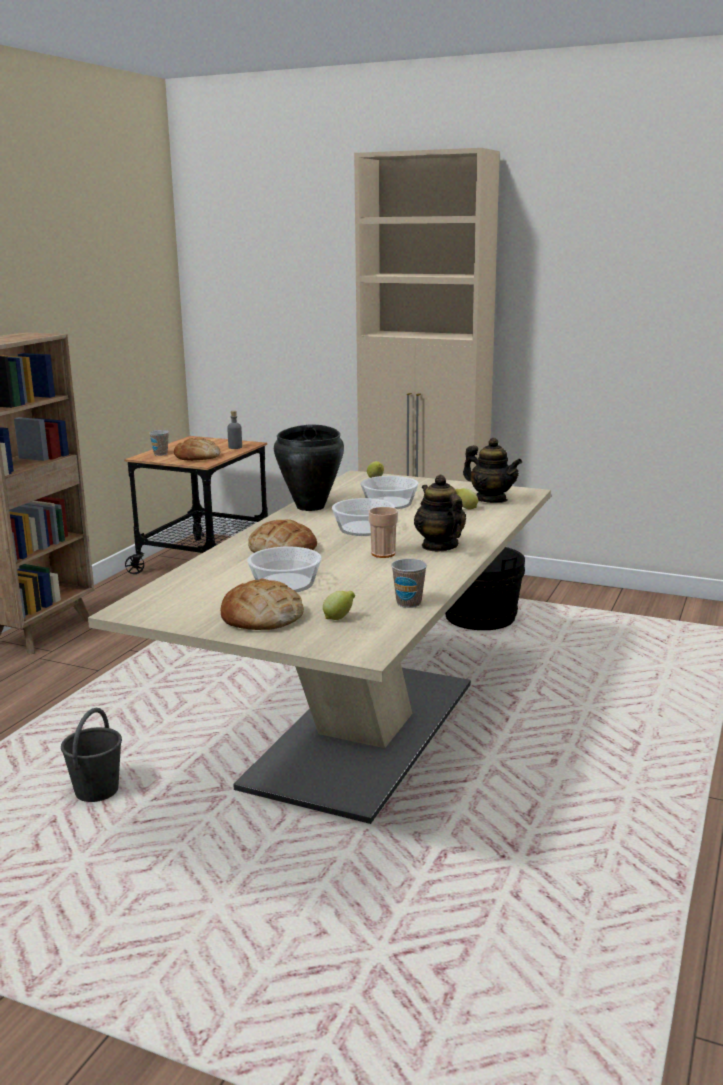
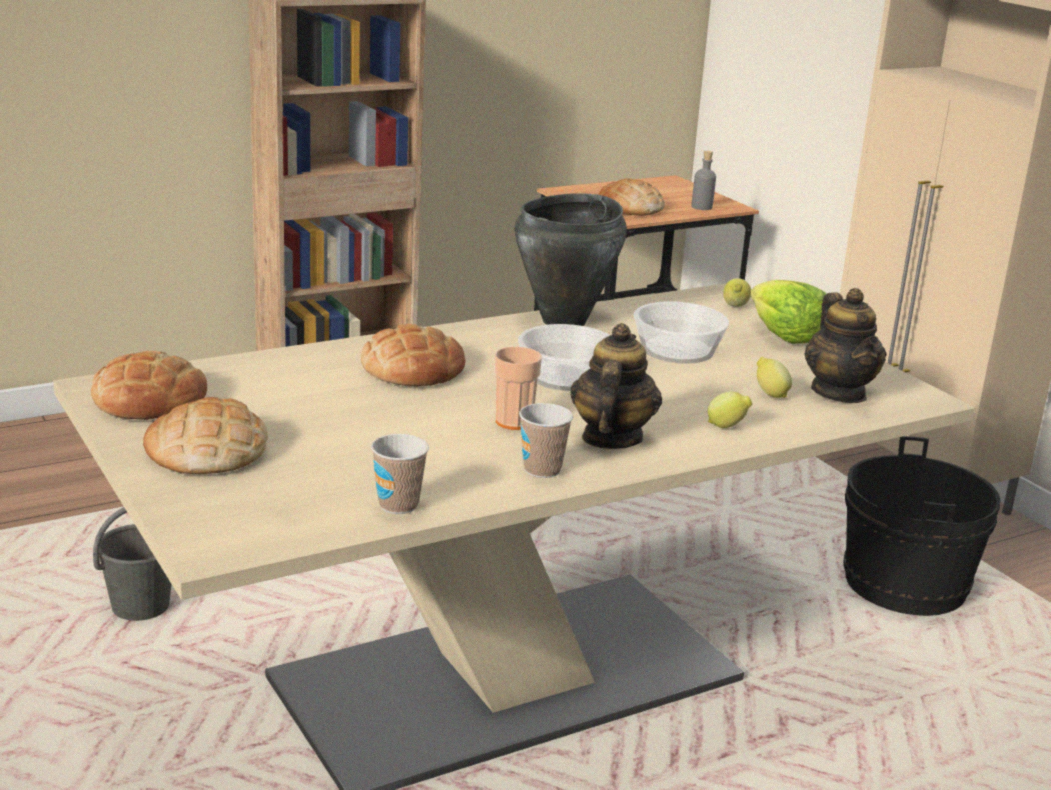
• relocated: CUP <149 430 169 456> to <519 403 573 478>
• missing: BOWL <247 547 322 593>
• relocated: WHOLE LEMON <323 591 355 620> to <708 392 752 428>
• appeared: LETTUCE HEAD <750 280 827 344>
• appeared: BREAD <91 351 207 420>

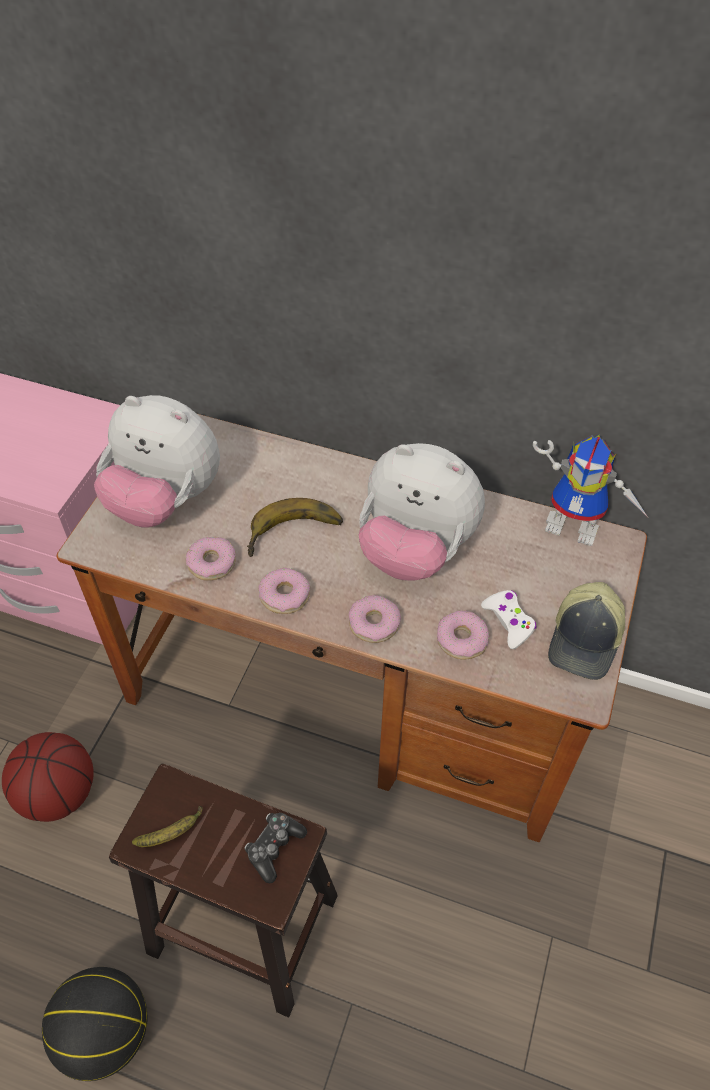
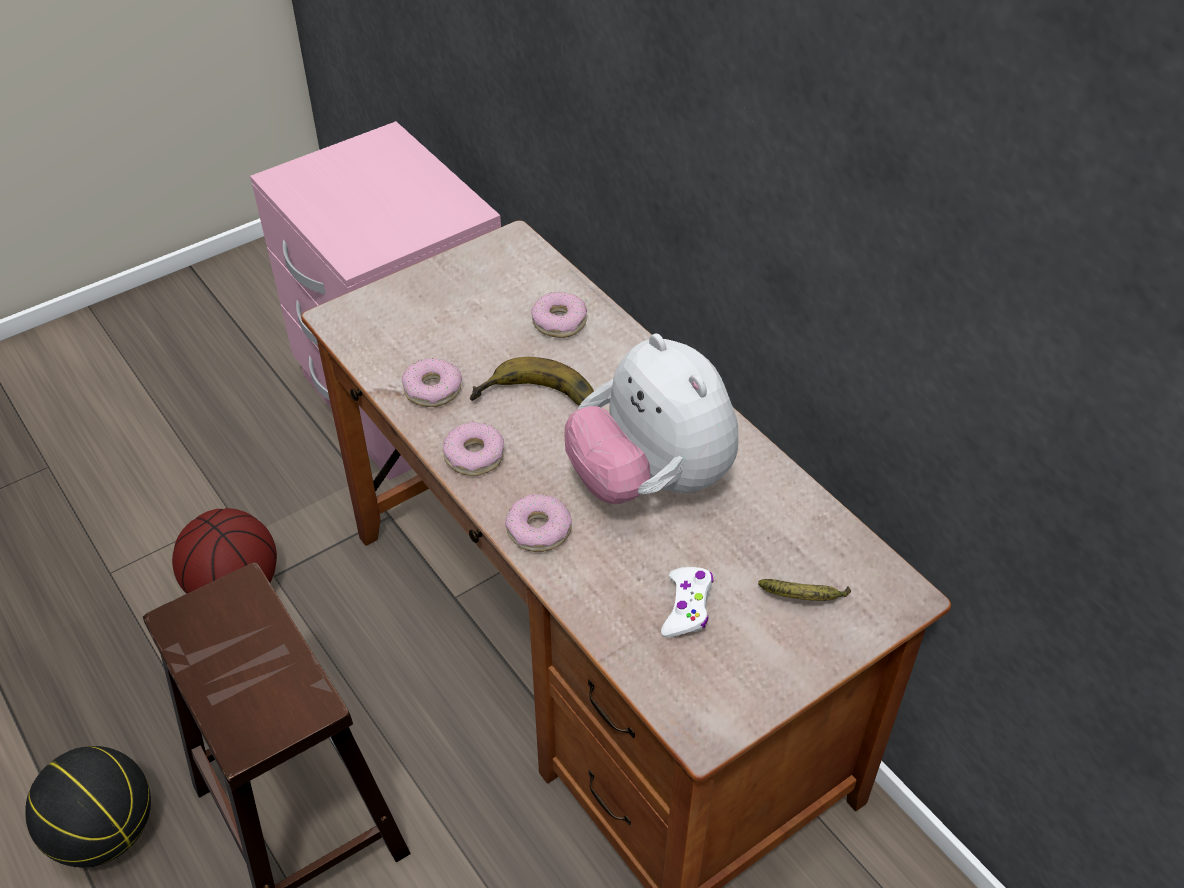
• missing: PLUSH TOY <94 395 220 527>
• missing: ROBOT FIGURE <533 435 648 546>
• missing: PEAKED CAP <548 582 625 680>
• relocated: RING DOUGHNUT <437 611 489 659> to <531 292 587 338>
• relocated: BANANA FRUIT <132 806 203 847> to <758 579 851 601>
• missing: GAME CONTROLLER <244 813 307 883>

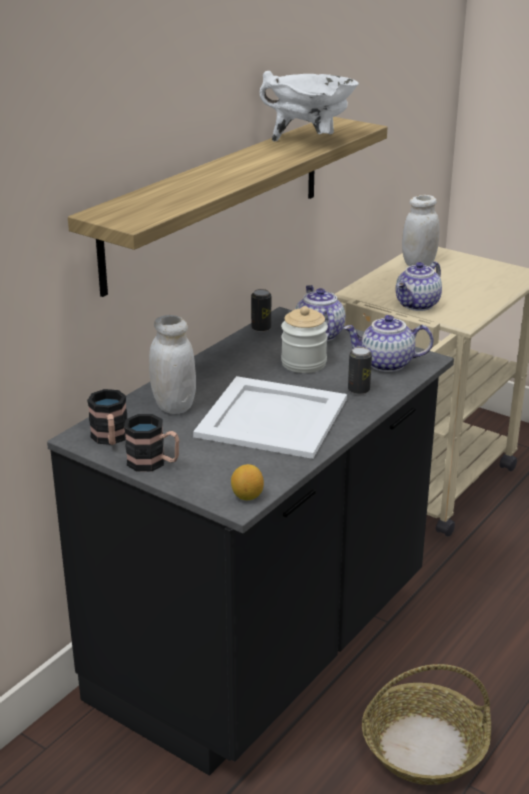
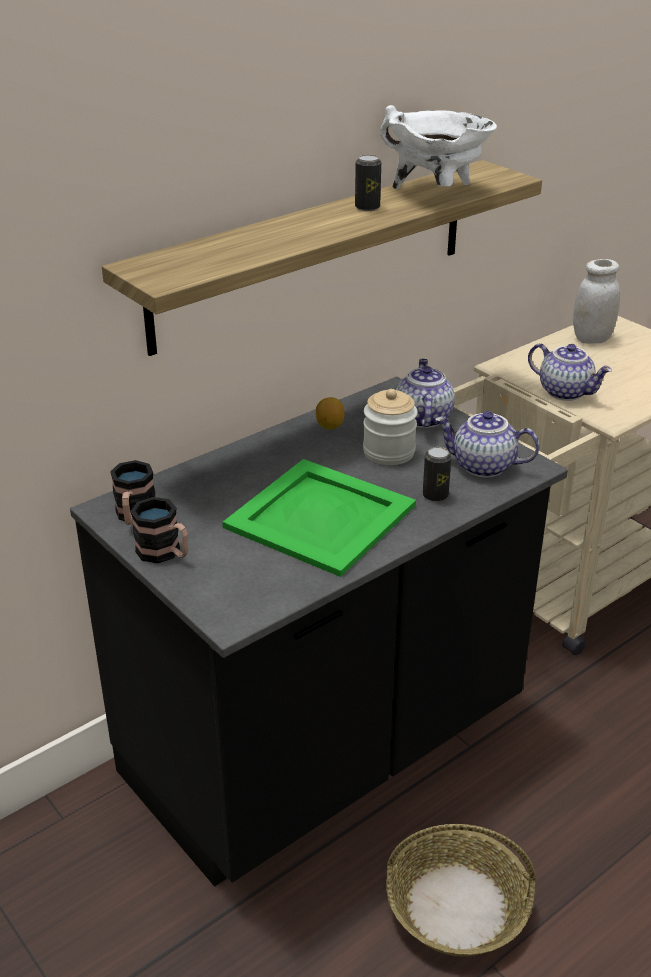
• spun: TEA POT <396 261 442 311> = <528 343 612 401> 105 degrees counterclockwise
• relocated: METAL CAN <251 289 271 332> to <355 155 381 211>
• missing: WHITISH JAR <149 315 196 414>
• colour: WHITISH SERVING TRAY <193 376 347 459> to GREEN SERVING TRAY <222 459 416 577>
• relocated: WHOLE LEMON <231 464 264 500> to <315 397 345 430>

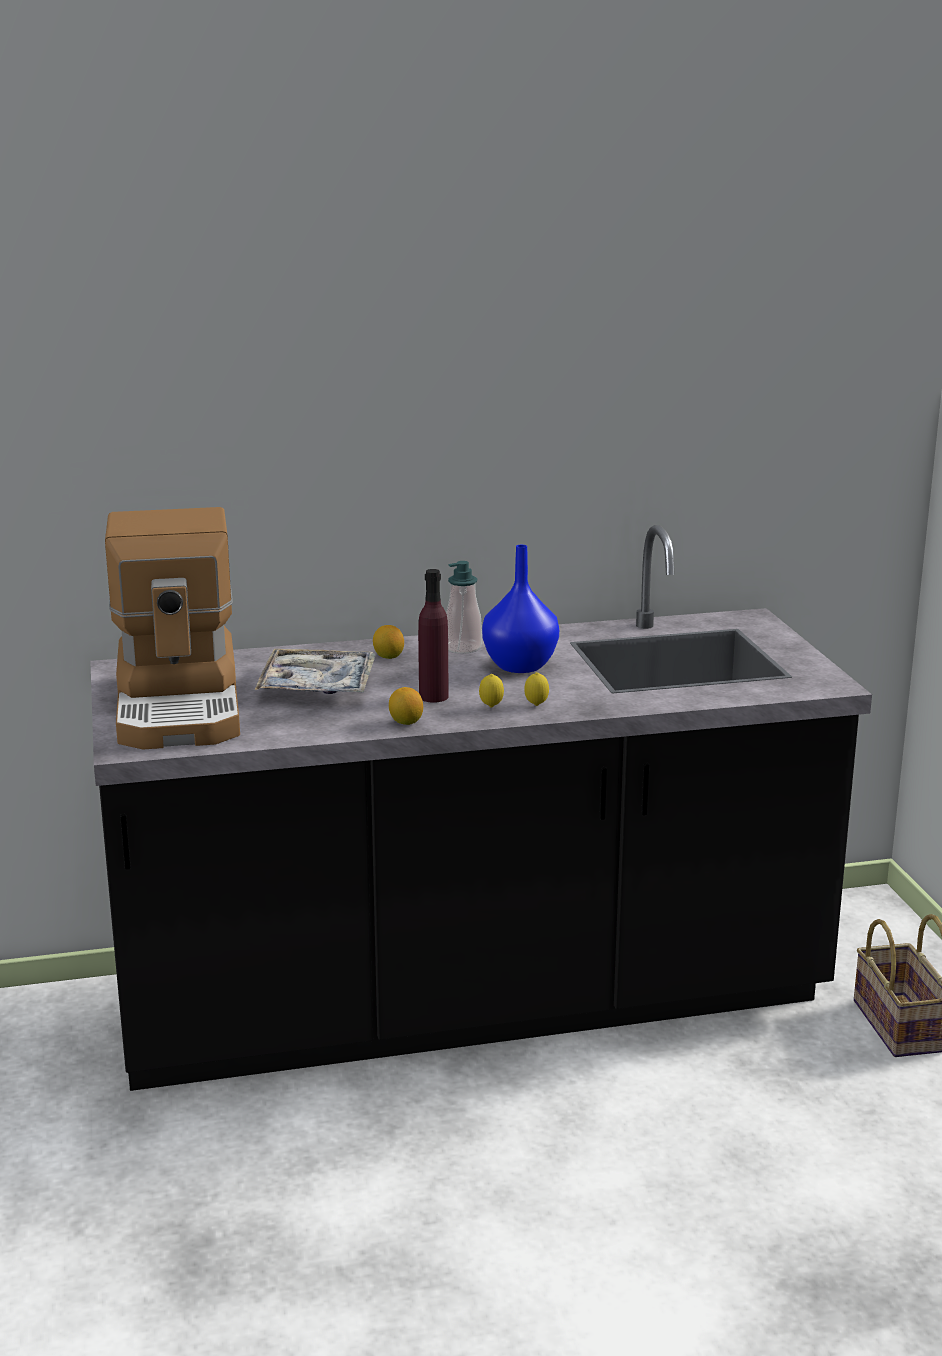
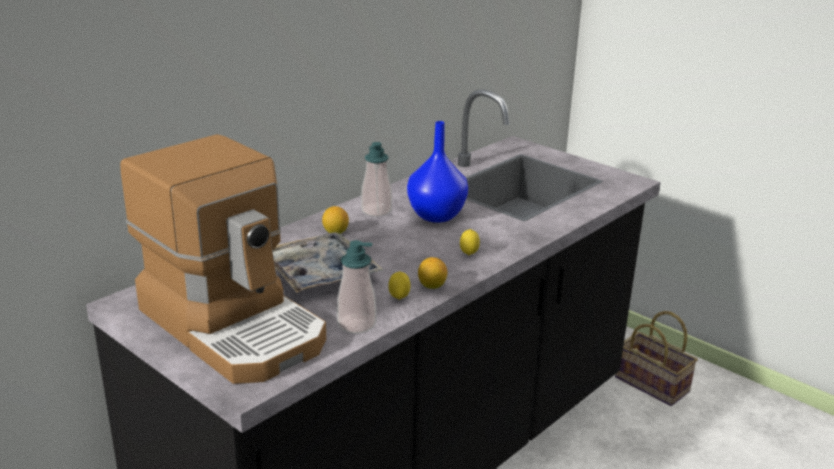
• missing: PURPLISH BEVERAGE BOTTLE <418 569 449 703>
• relocated: WHOLE LEMON <524 672 549 706> to <389 271 411 300>
• appeared: SOAP DISPENSER <337 240 376 334>

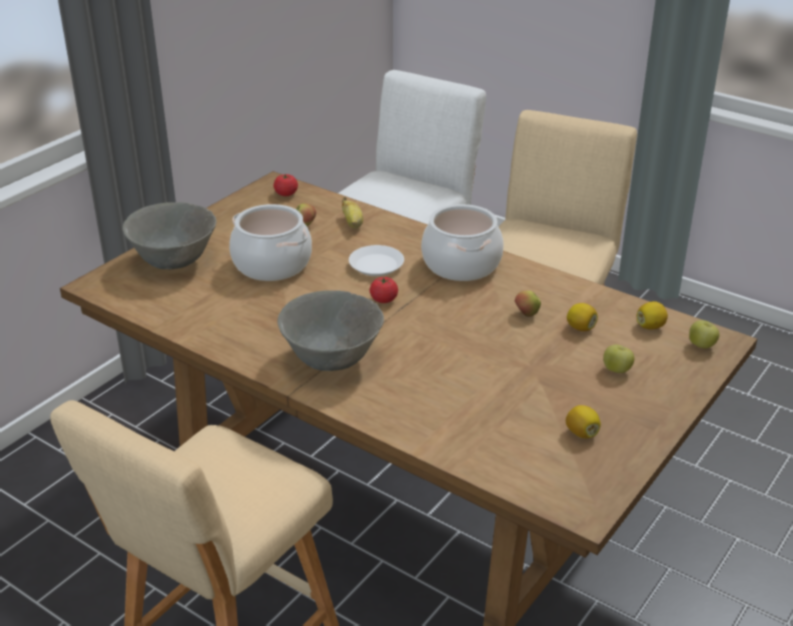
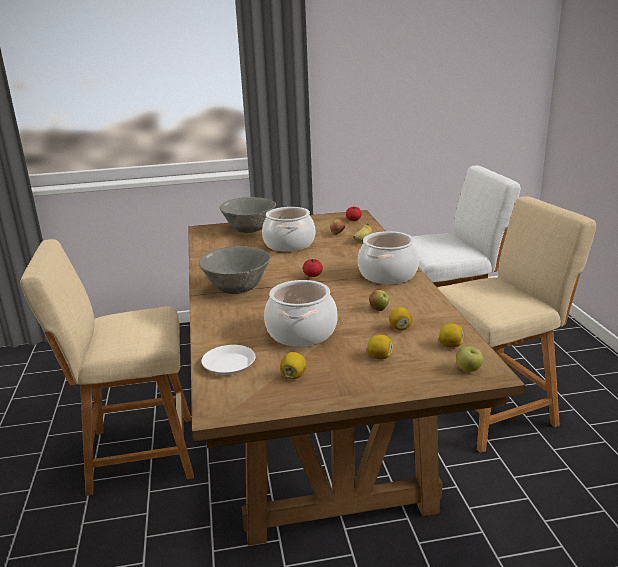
• relocated: WHITISH DINNER PLATE <349 245 404 276> to <201 345 255 375>
• exchanged: APPLE <603 344 634 373> to WHOLE LEMON <367 335 393 359>
• appeared: STOCKPOT <264 280 338 347>

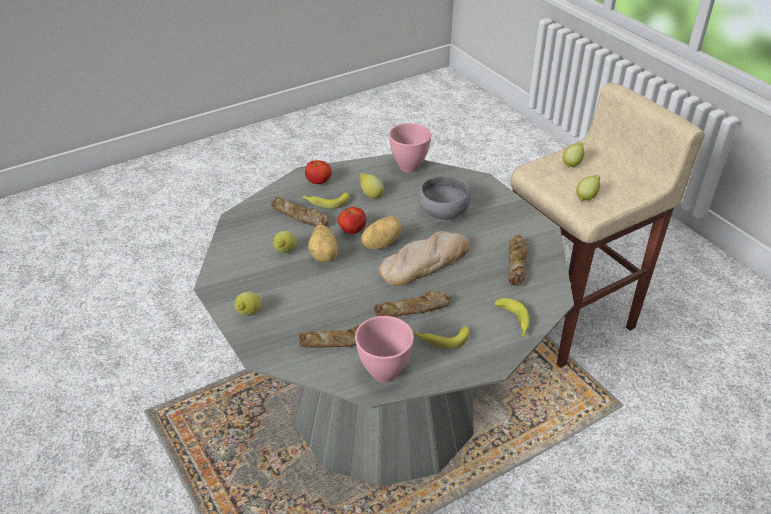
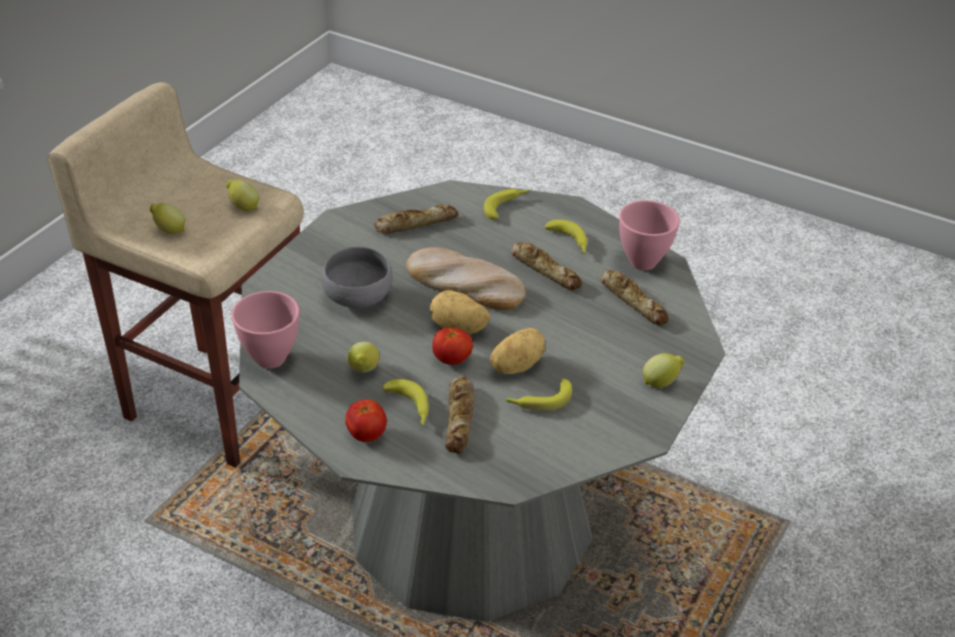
• exchanged: WHOLE LEMON <273 231 297 253> to BANANA FRUIT <505 379 572 411>

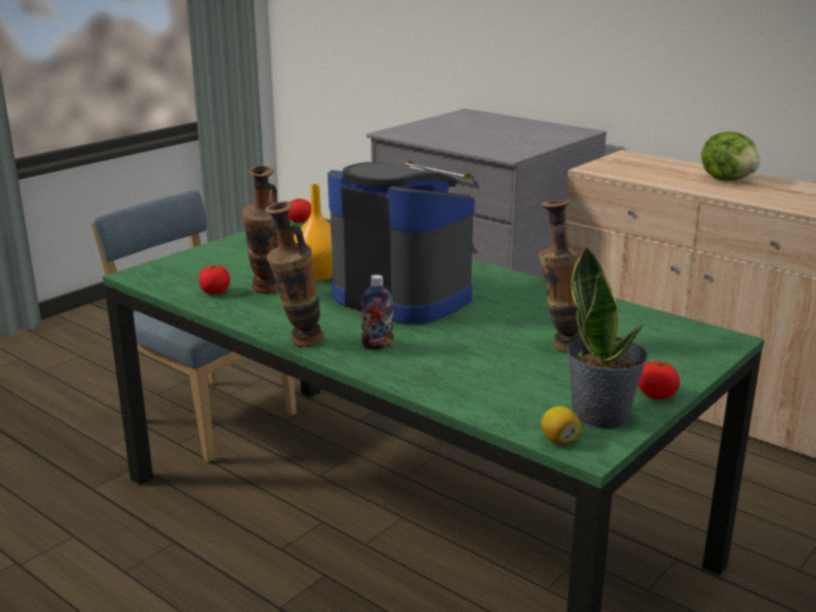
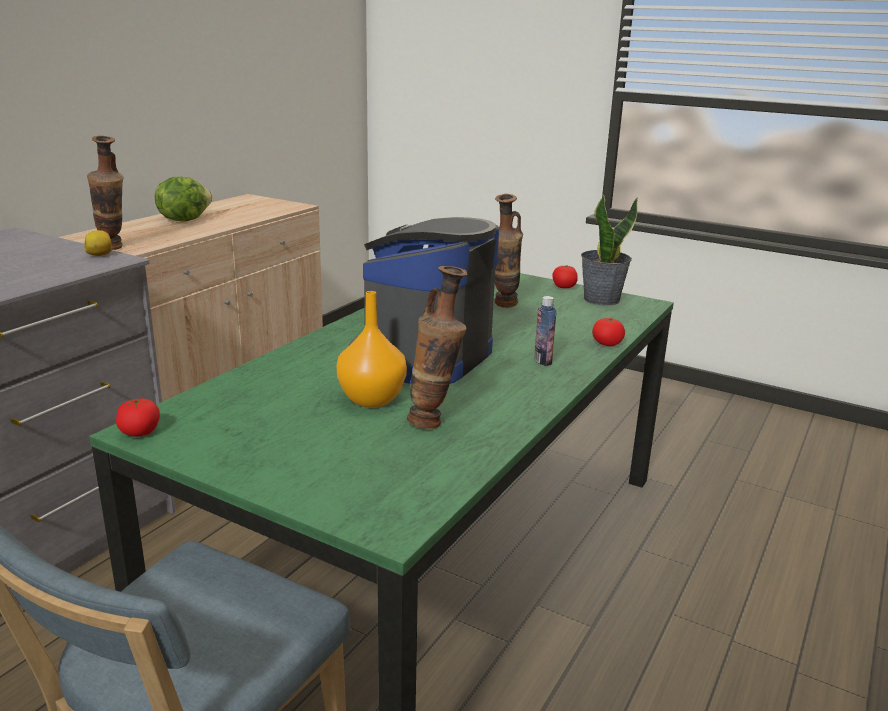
• relocated: FLOWER VASE <265 201 323 347> to <87 136 123 250>
• relocated: WHOLE TOMATO <199 265 230 294> to <592 318 625 346>
• relocated: WHOLE LEMON <541 406 581 445> to <84 230 112 256>

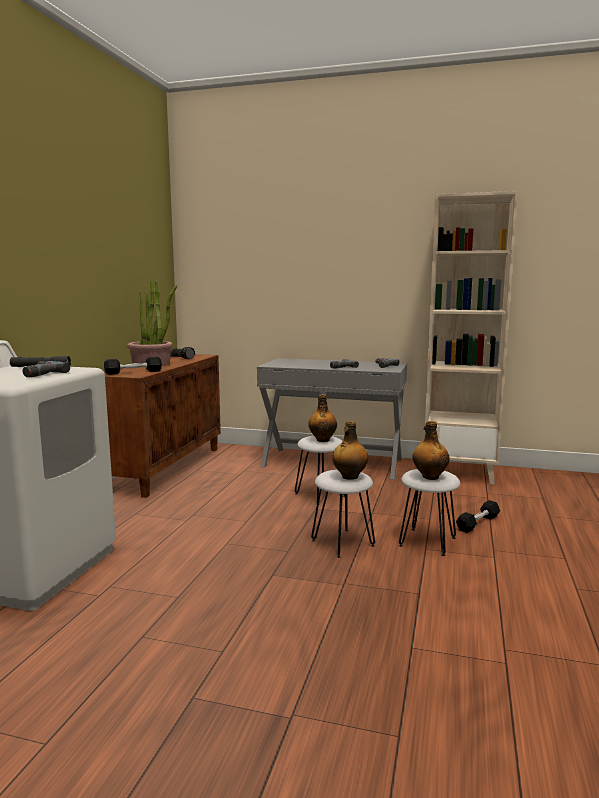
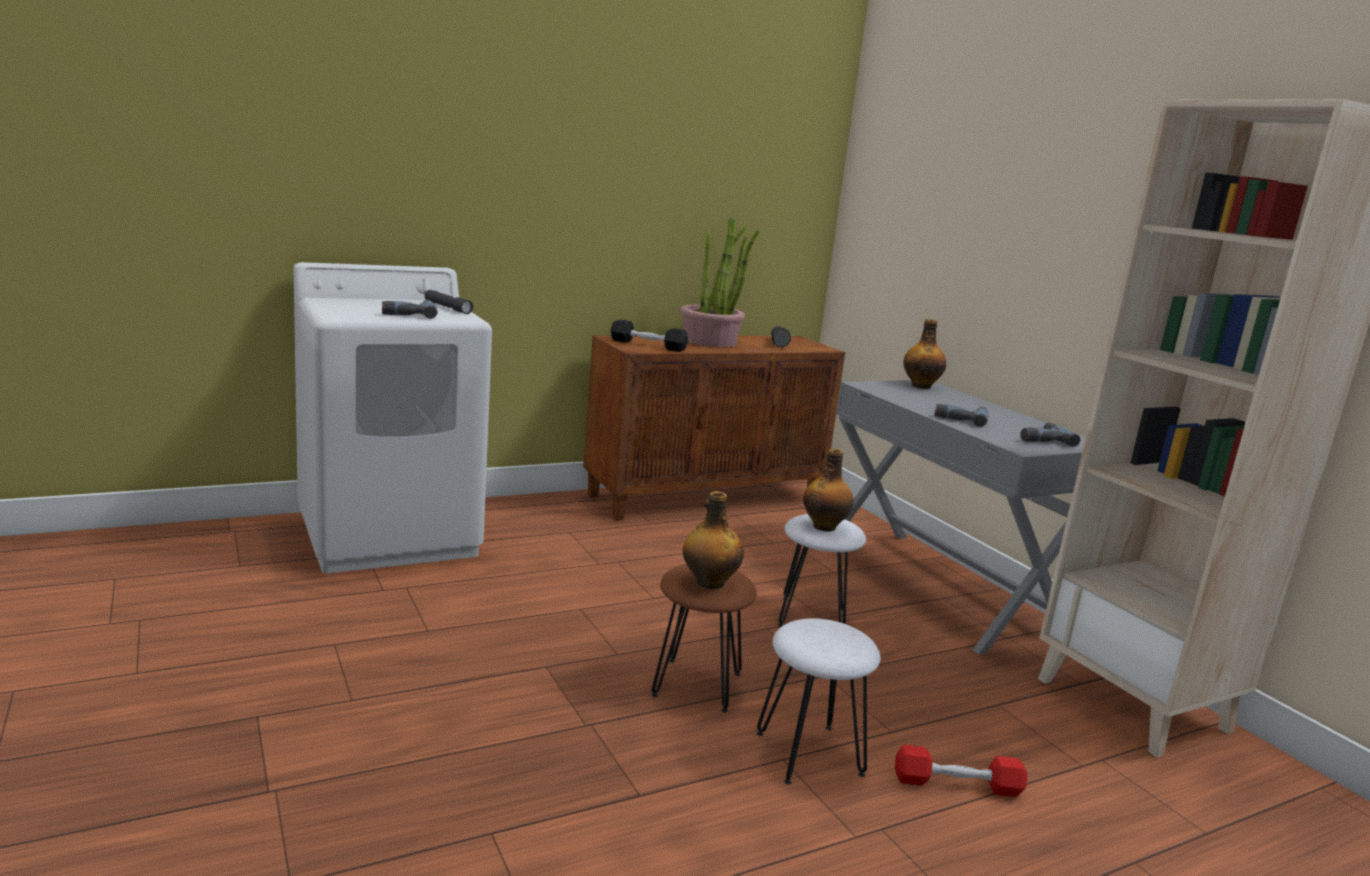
• relocated: BEVERAGE BOTTLE <413 421 449 480> to <903 319 946 389>
• colour: WHITISH STOOL <311 470 375 558> to BROWN-COLOURED STOOL <651 564 757 713>
• colour: BLACKISH FREE WEIGHT <456 500 500 533> to RED-COLOURED FREE WEIGHT <895 745 1027 797>

